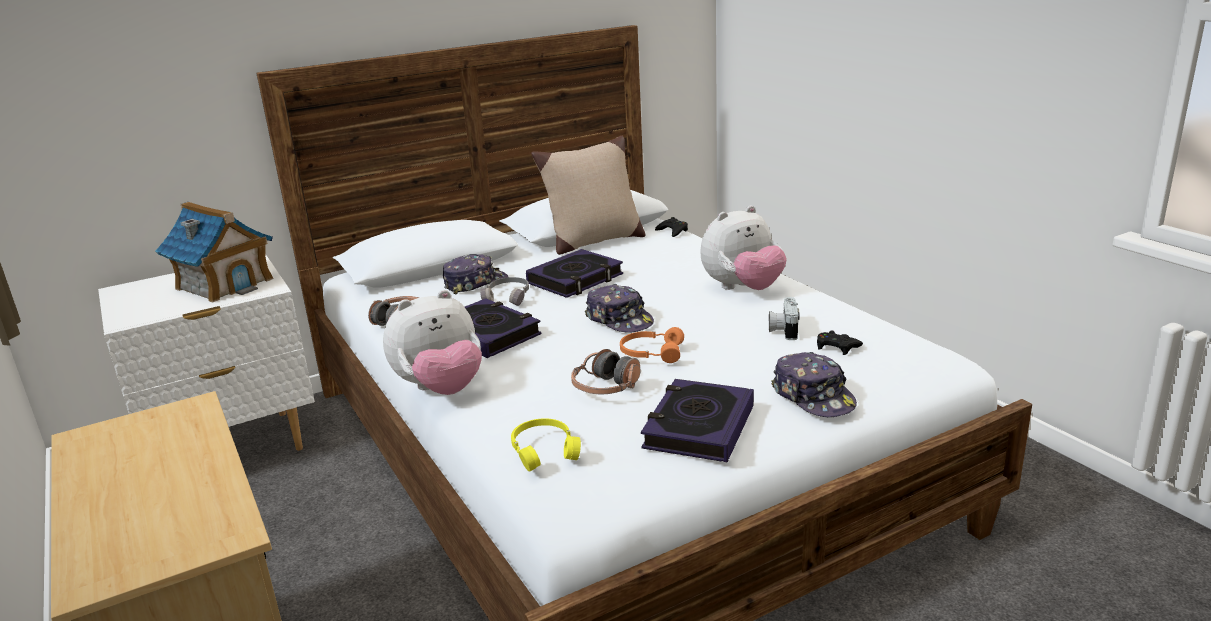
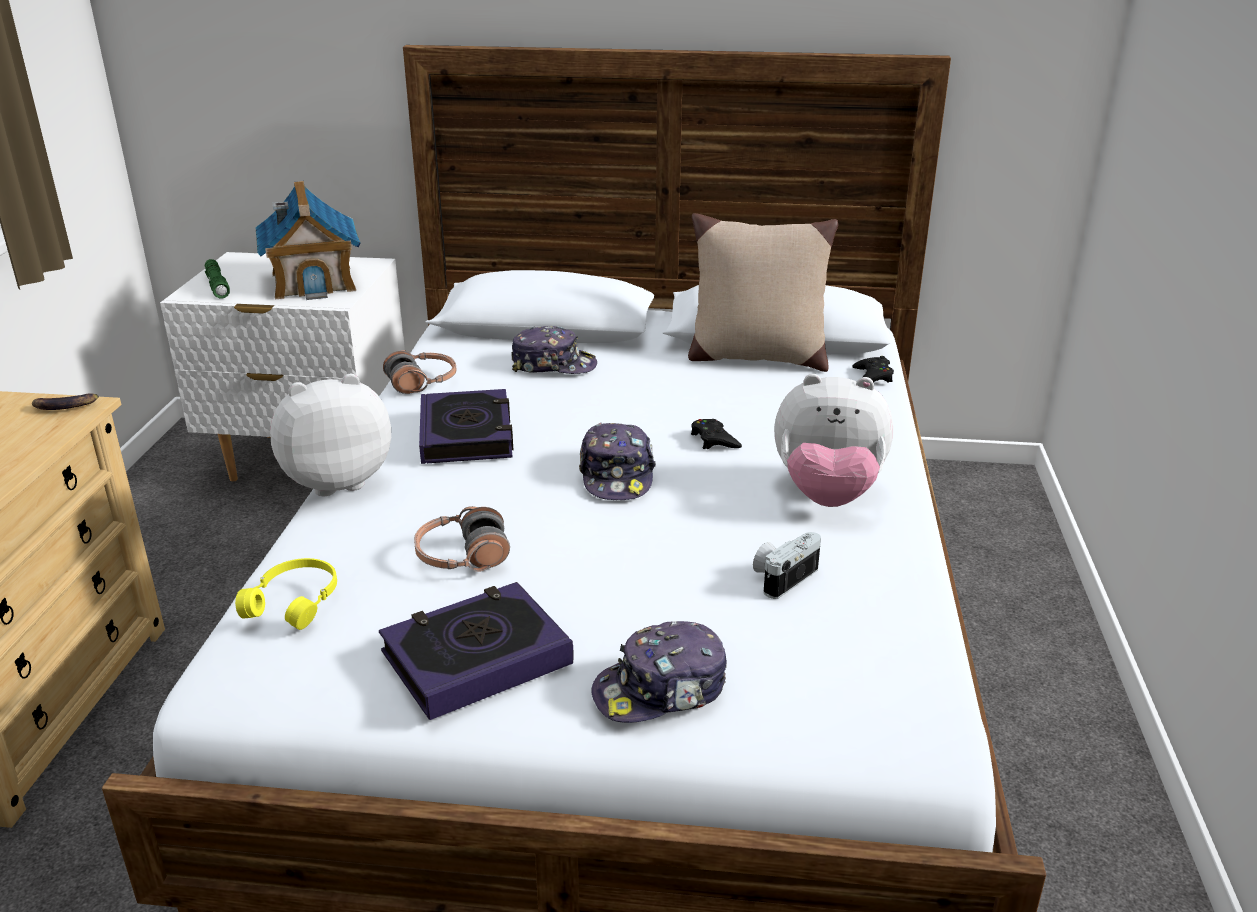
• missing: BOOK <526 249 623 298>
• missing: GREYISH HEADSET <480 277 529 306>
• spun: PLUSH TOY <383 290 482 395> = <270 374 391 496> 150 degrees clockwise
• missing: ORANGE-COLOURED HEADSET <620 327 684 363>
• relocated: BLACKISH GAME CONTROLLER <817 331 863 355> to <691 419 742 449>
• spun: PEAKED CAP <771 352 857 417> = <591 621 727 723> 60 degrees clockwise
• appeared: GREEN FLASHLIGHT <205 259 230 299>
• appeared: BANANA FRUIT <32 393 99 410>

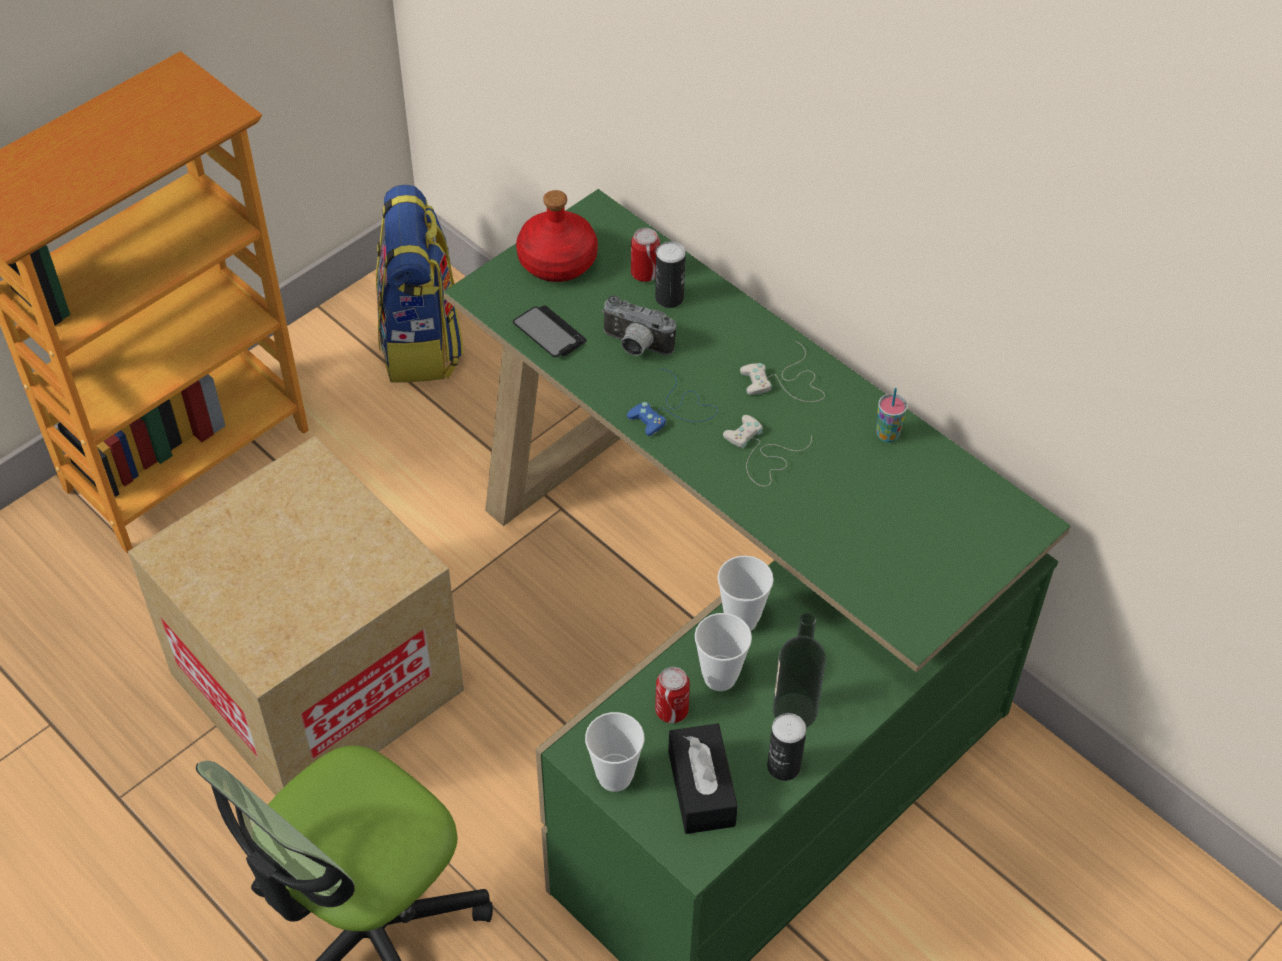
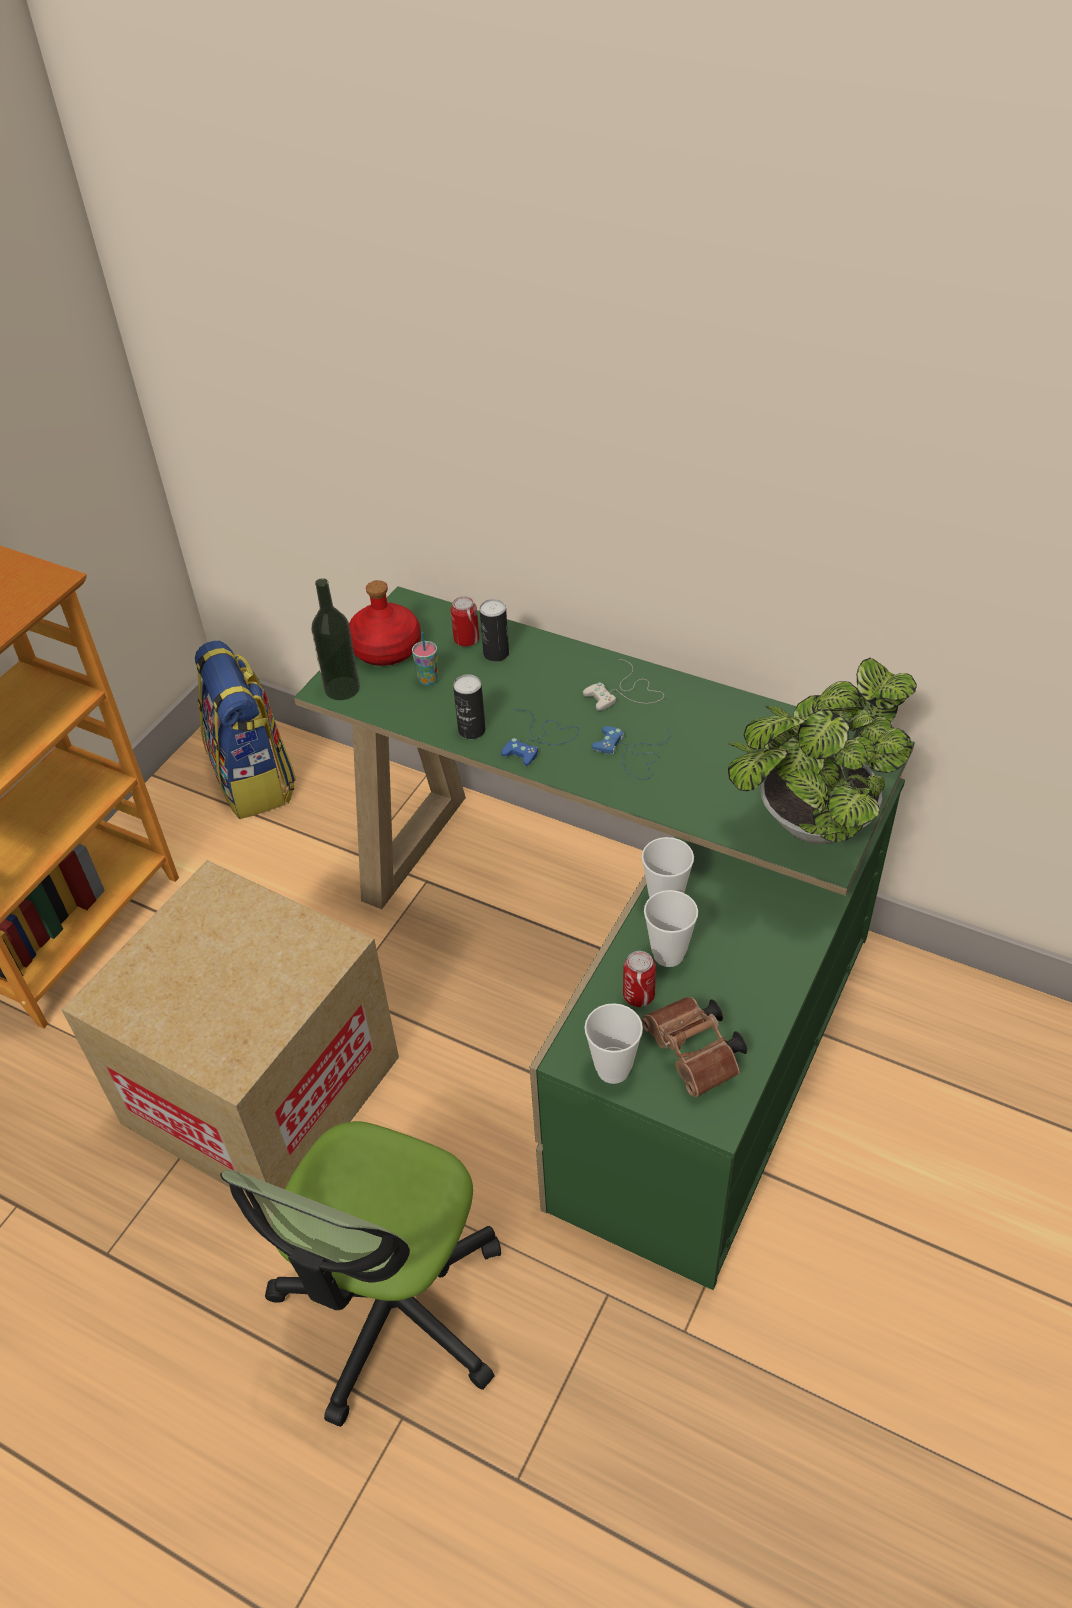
• missing: STILL CAMERA <601 295 676 356>
• missing: HANDSET <513 306 587 357>
• relocated: CUP <876 388 908 442> to <412 632 438 686>
• colour: WHITISH GAME CONTROLLER <723 415 812 487> to BLUISH GAME CONTROLLER <592 726 670 779>
• relocated: BEVERAGE BOTTLE <773 613 826 728> to <311 578 360 700>
• relocated: METAL CAN <767 713 806 781> to <453 674 486 739>
• exchanged: BLACKISH TISSUE BOX <668 723 738 834> to BROWN-COLOURED PAIR OF BINOCULARS <641 997 747 1097>
• appeared: HOUSEPLANT <728 658 917 844>

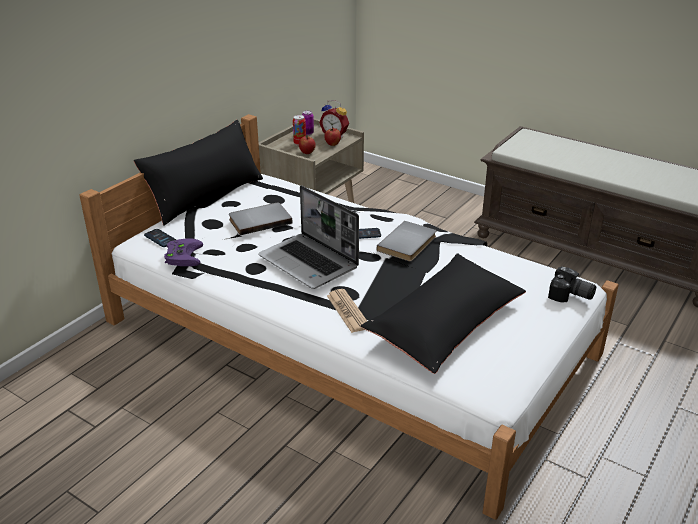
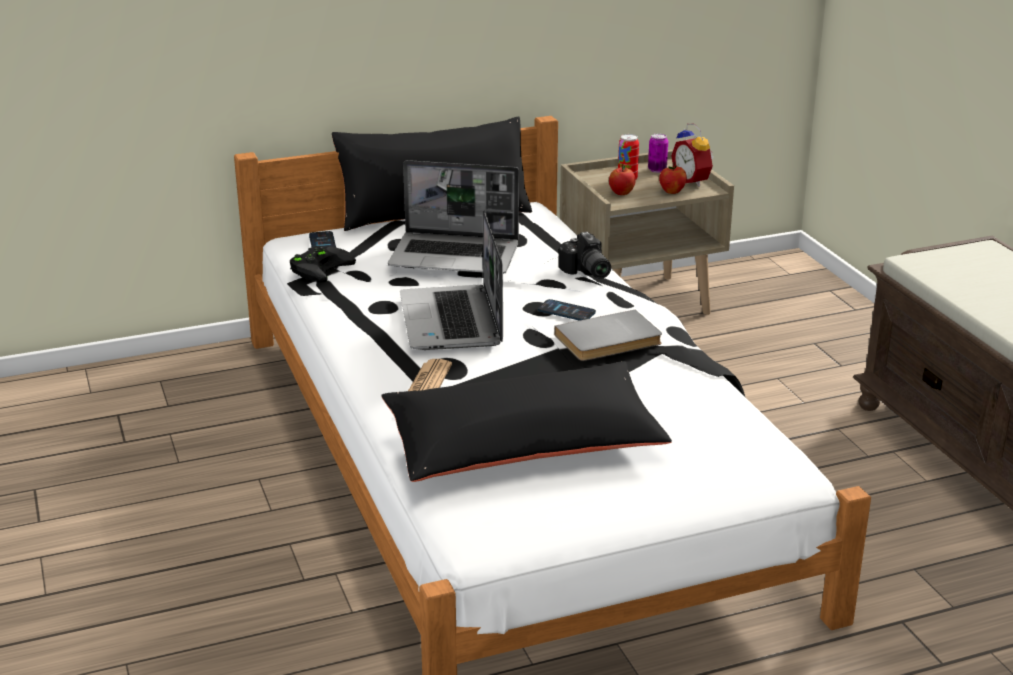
• exchanged: GREYISH BOOK <229 203 292 235> to PORTABLE COMPUTER <388 160 519 274>
• colour: PURPLISH GAME CONTROLLER <164 238 203 266> to BLACKISH GAME CONTROLLER <290 246 356 282>
• relocated: STILL CAMERA <548 266 596 302> to <558 232 611 279>

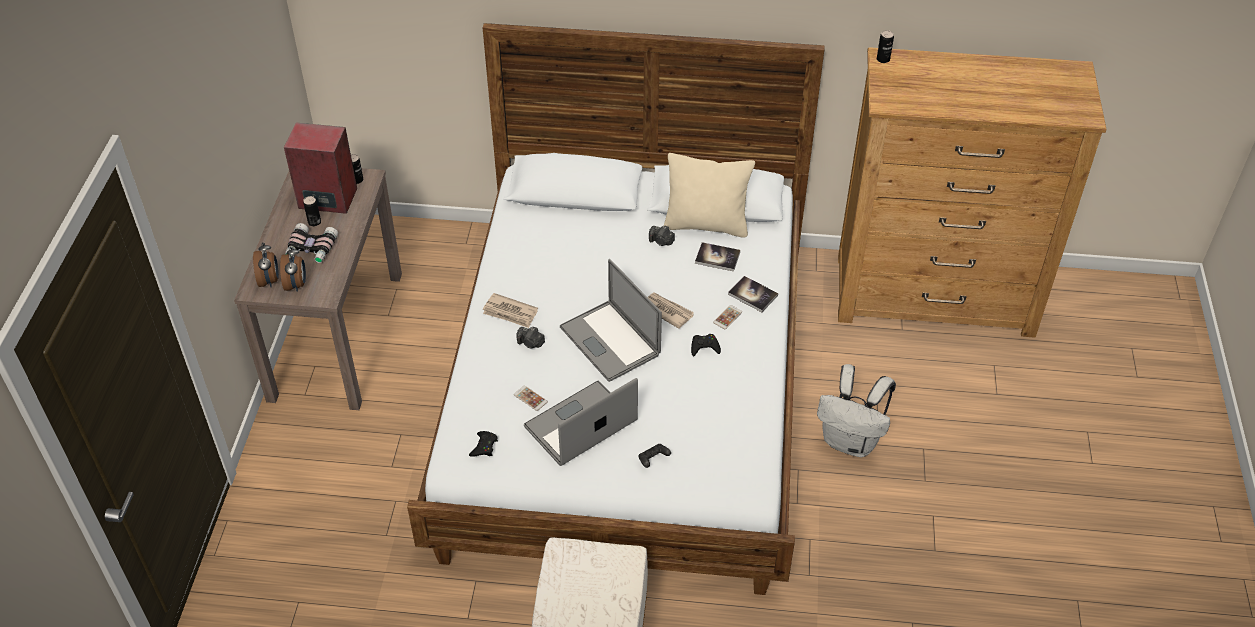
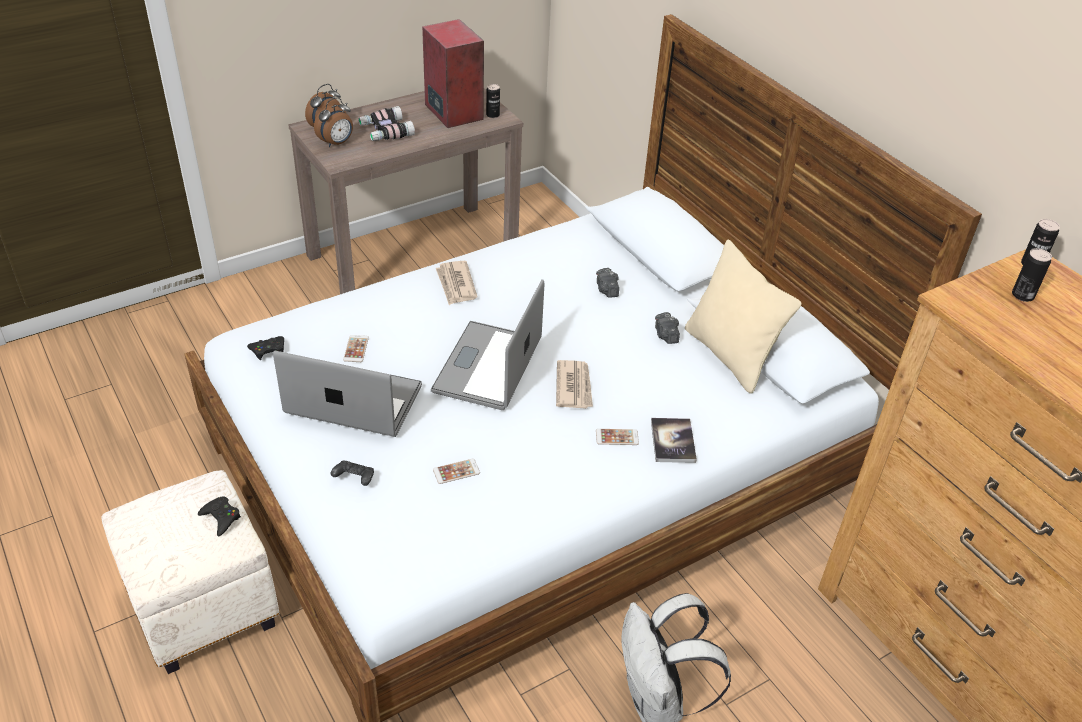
• relocated: METAL CAN <303 196 321 226> to <1012 248 1052 302>
• missing: BOOK <695 242 740 271>
• relocated: STILL CAMERA <516 327 545 349> to <596 268 619 298>
• relocated: BLACKISH GAME CONTROLLER <691 334 721 356> to <198 496 241 536>
• appeared: HANDSET <433 459 480 484>

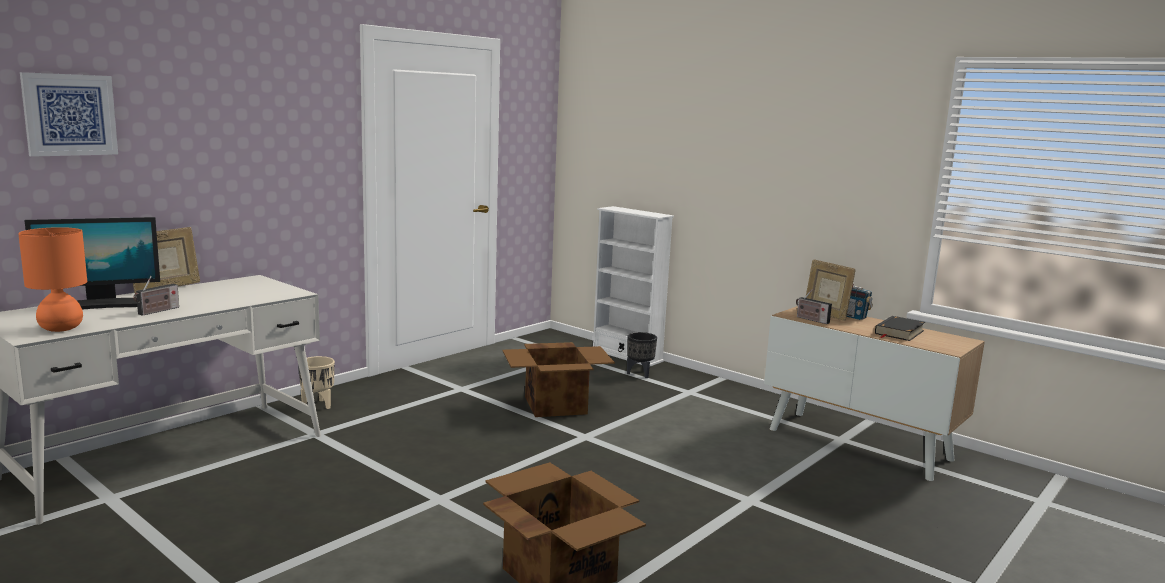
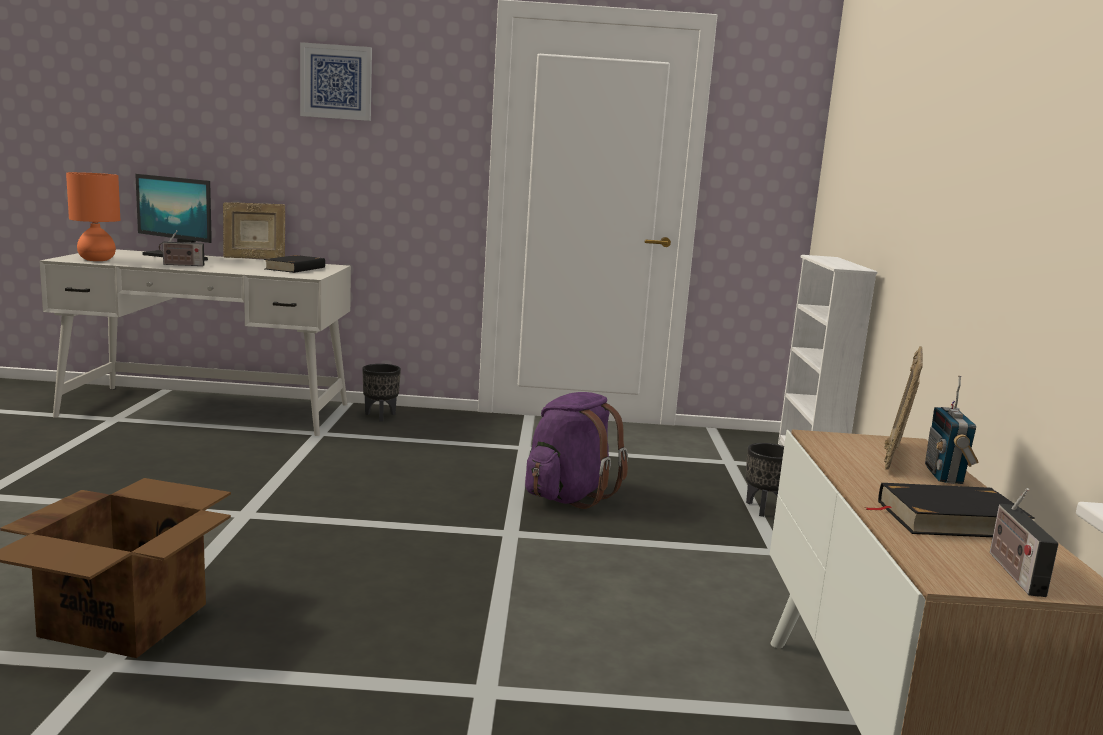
• relocated: PICTURE <20 72 118 157> to <300 42 372 121>
• relocated: RADIO SET <796 289 832 324> to <990 488 1059 597>
• exchanged: CARDBOARD BOX <502 342 615 417> to PURPLISH BACKPACK <525 392 628 509>
• colour: BEIGE PLANTER <298 356 335 409> to BLACKISH PLANTER <362 364 401 421>
• appeared: BLACKISH BOOK <264 255 325 273>

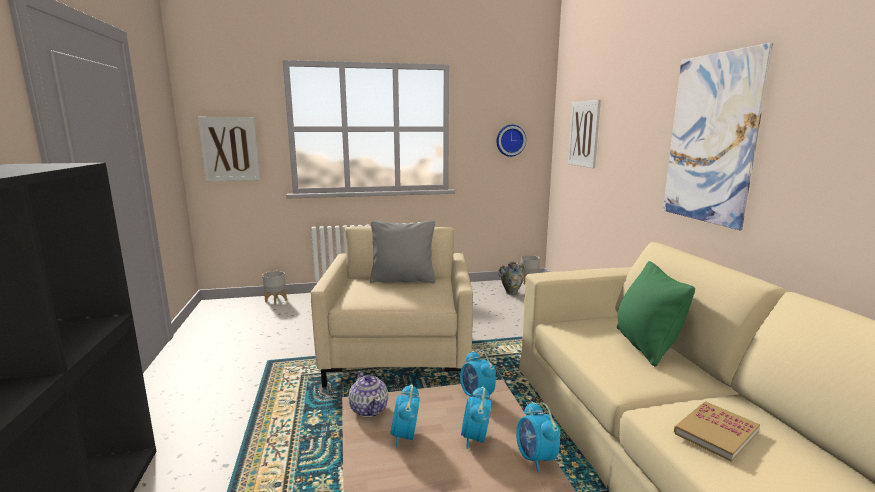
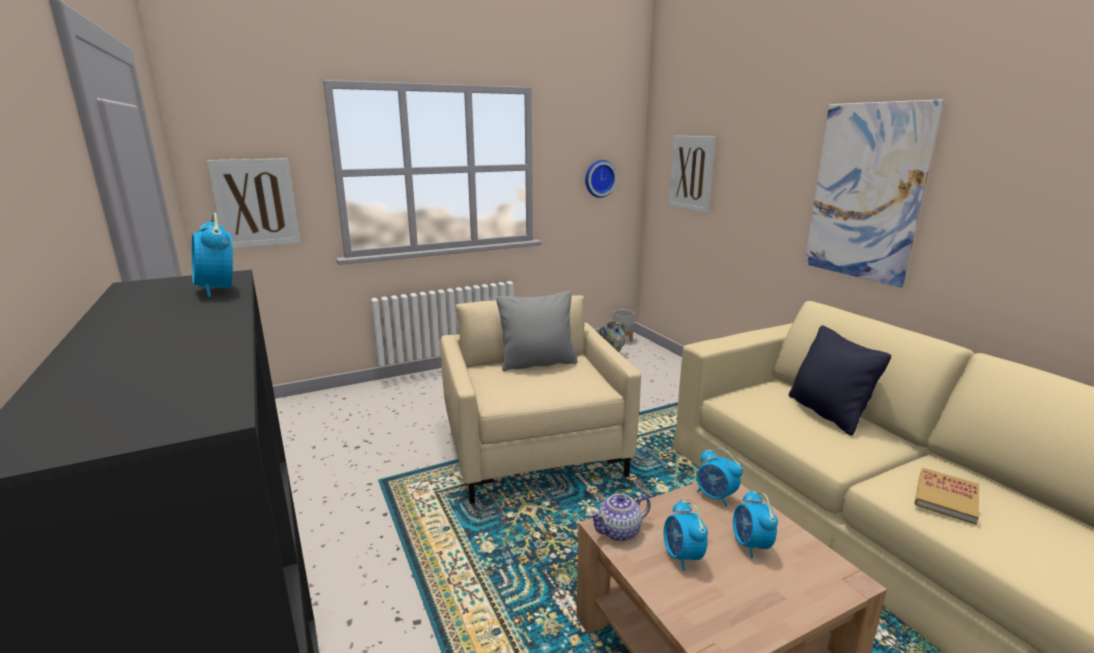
• colour: GREEN CUSHION <617 261 695 366> to BLACKISH CUSHION <789 325 891 435>
• missing: GREYISH PLANTER <262 271 287 305>
• spun: TEA POT <349 371 388 417> = <588 494 650 541> 105 degrees clockwise
• relocated: ALARM CLOCK <516 401 561 472> to <192 213 233 297>

